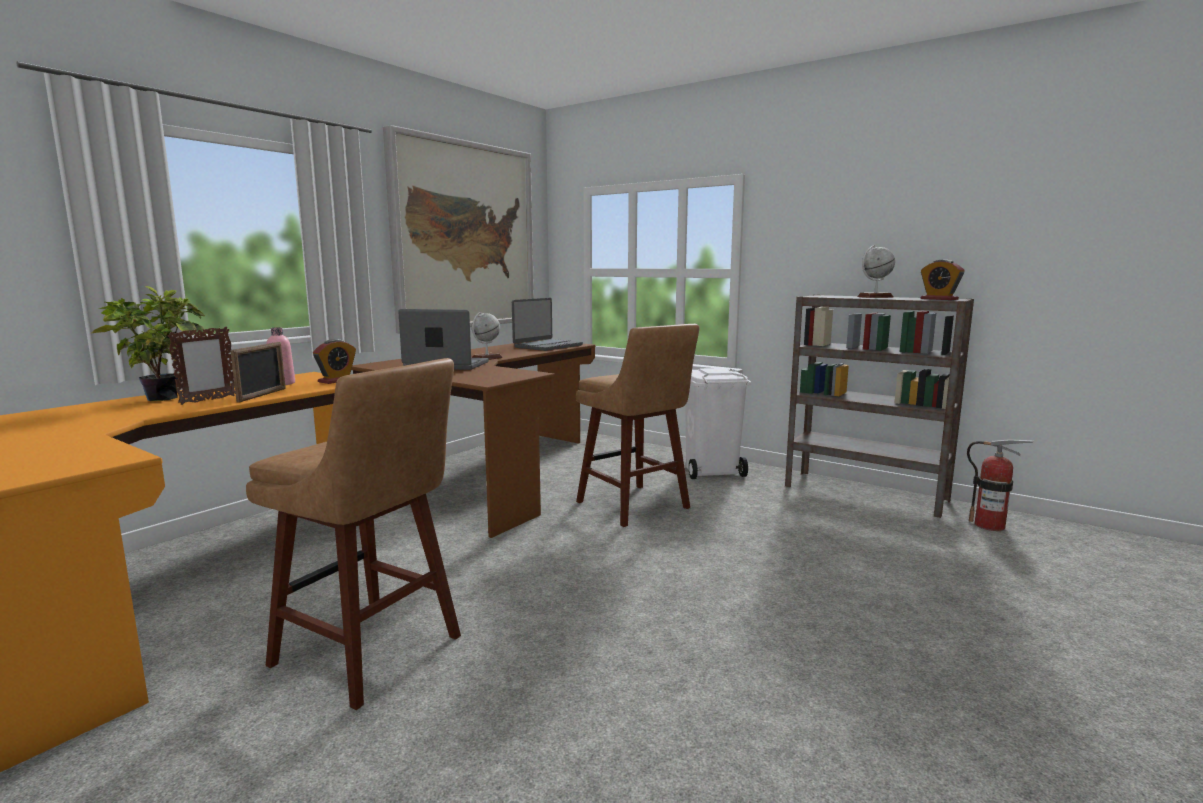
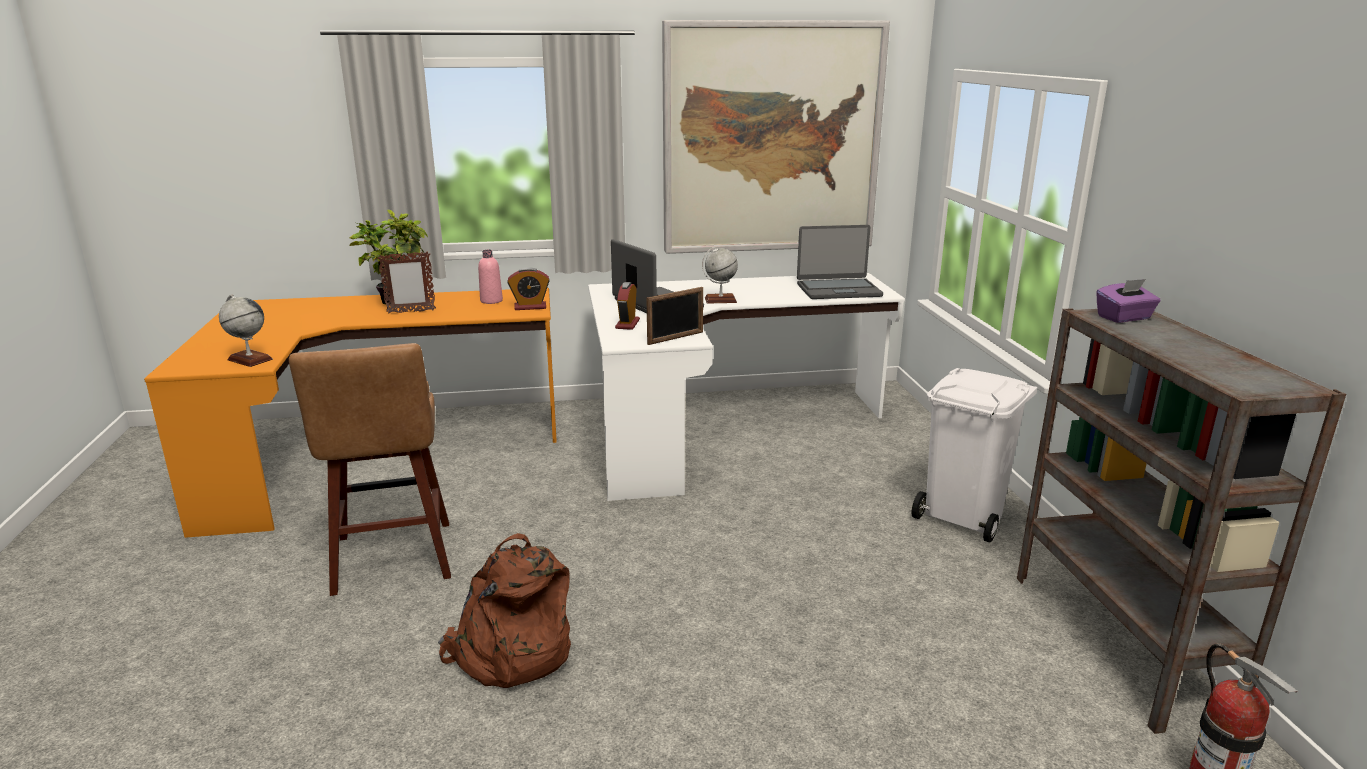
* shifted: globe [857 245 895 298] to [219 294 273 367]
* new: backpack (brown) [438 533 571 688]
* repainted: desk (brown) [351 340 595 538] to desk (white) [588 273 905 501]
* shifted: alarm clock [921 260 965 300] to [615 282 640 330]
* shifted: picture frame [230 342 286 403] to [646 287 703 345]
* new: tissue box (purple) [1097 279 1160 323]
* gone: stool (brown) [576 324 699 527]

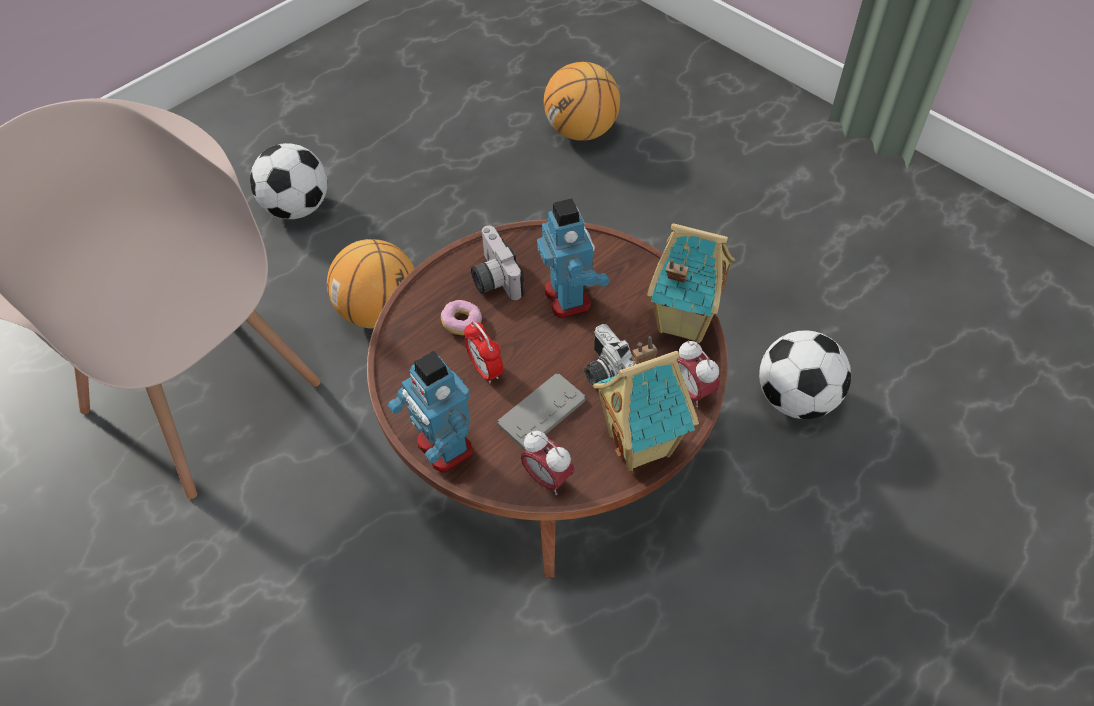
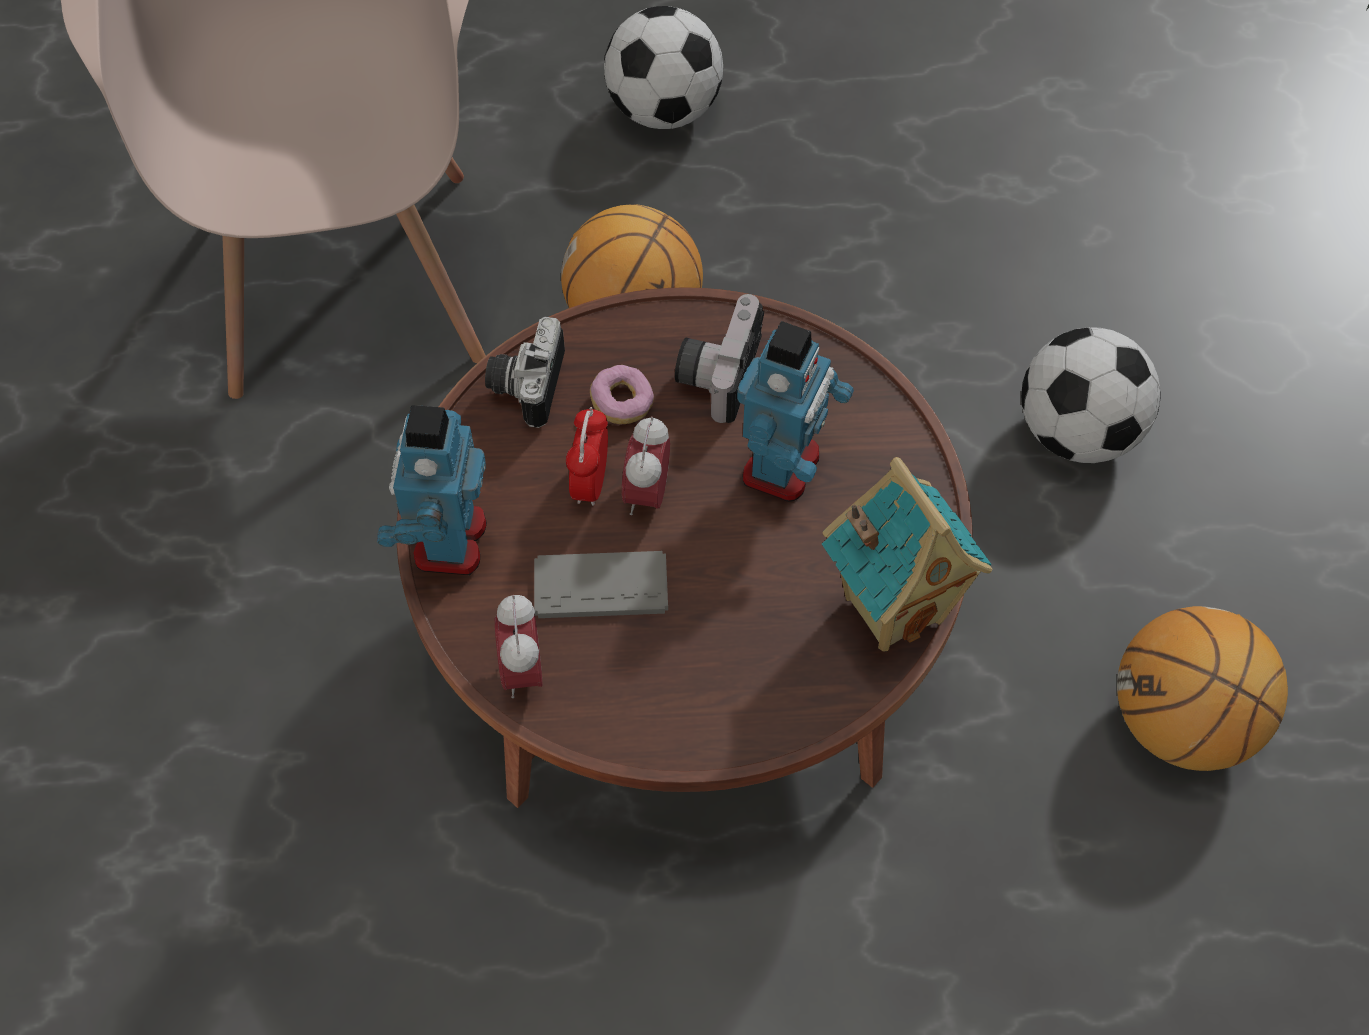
* shifted: photo camera [584 324 636 386] to [485 317 565 428]
* shifted: alarm clock [677 340 720 407] to [622 416 670 515]
* shifted: football [759 330 851 419] to [1021 327 1161 463]
* shifted: basketball [544 62 620 141] to [1117 606 1288 771]
* gone: toy house [593 336 699 471]

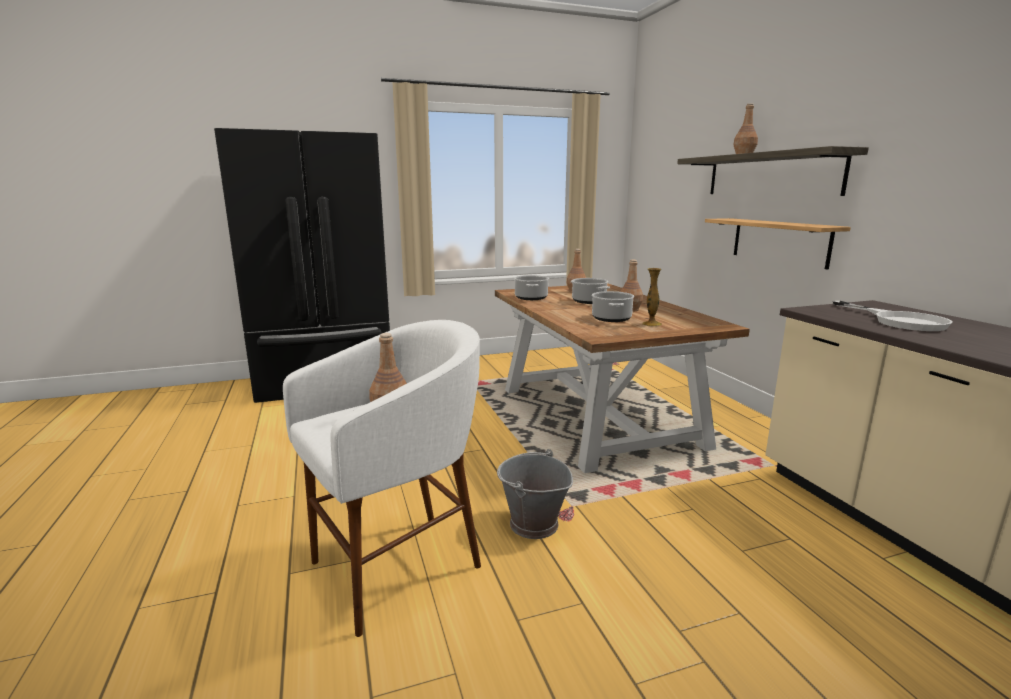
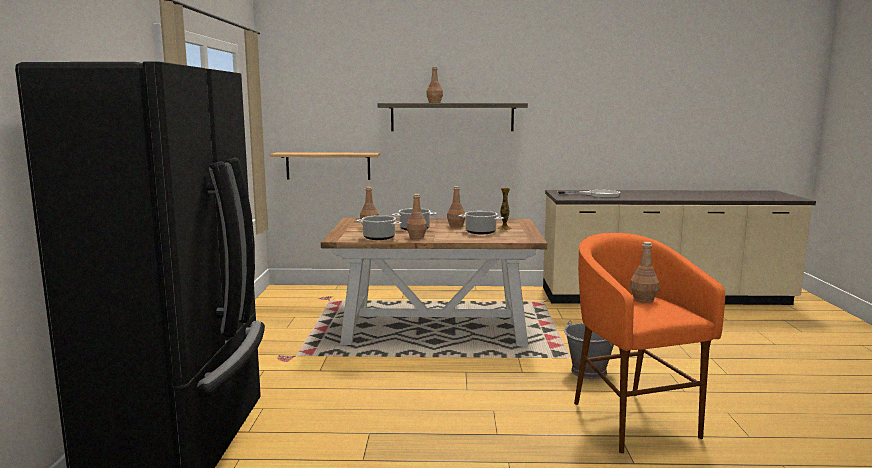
* shifted: shelf [705 218 851 269] to [270 153 380 180]
* new: bottle (brown) [407 194 427 239]
* repainted: stool (white) [283 320 481 637] to stool (orange) [574 233 725 453]

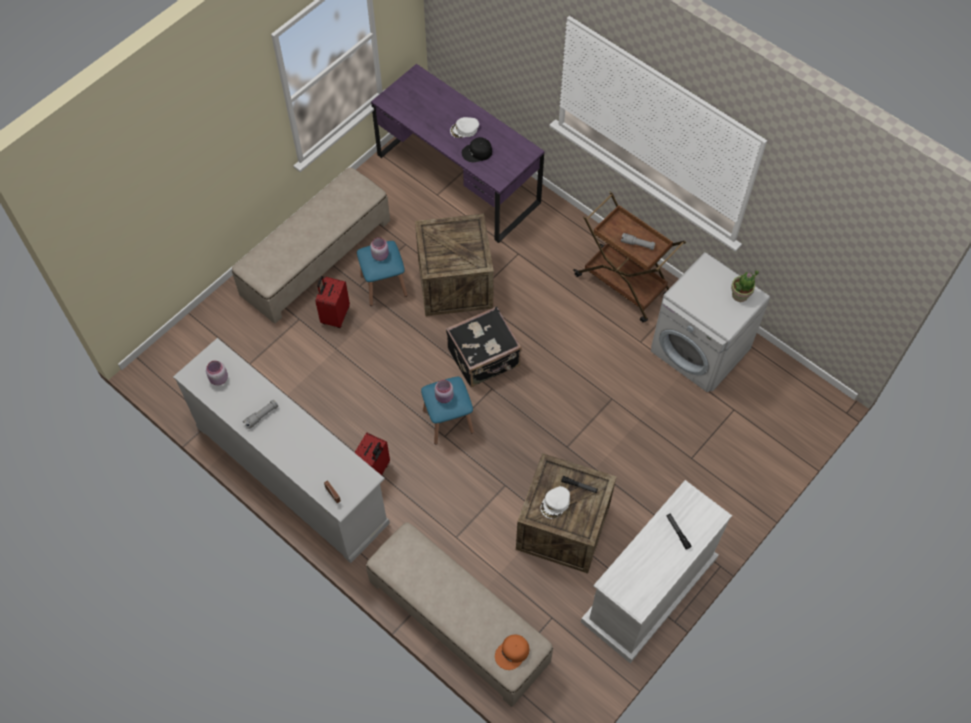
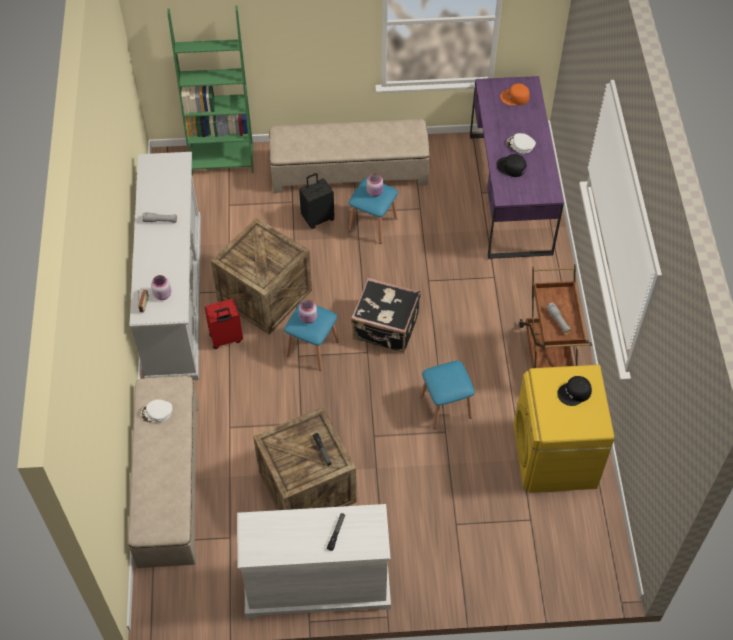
* shifted: cap (white) [540 486 570 519] to [141 399 172 423]
* shifted: jar (pink) [206 361 228 385] to [151 275 171 300]
* new: bookcase (green) [167 6 254 176]
* shifted: crate [415 214 494 316] to [211 217 312 335]
* repainted: suitcase (red) [315 276 350 328] to suitcase (black) [299 173 334 229]
* new: stool (blue) [420 361 475 429]
* shifted: cap (orange) [495 634 529 670] to [500 83 530 105]
* repainted: washing machine (white) [651 252 770 392] to washing machine (yellow) [514 365 614 493]
* new: cap (black) [557 376 592 406]
* gone: potted plant [731 270 759 302]

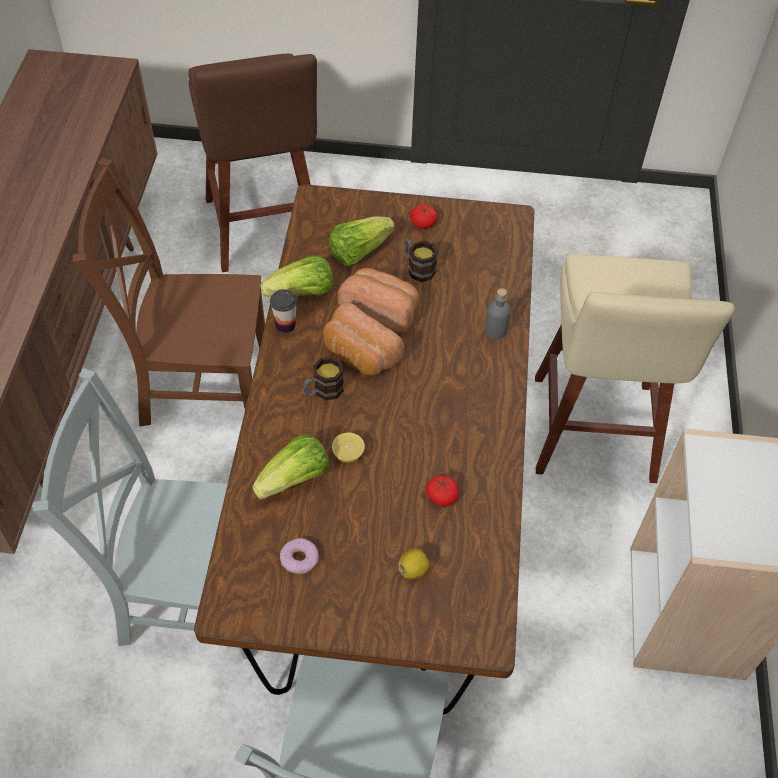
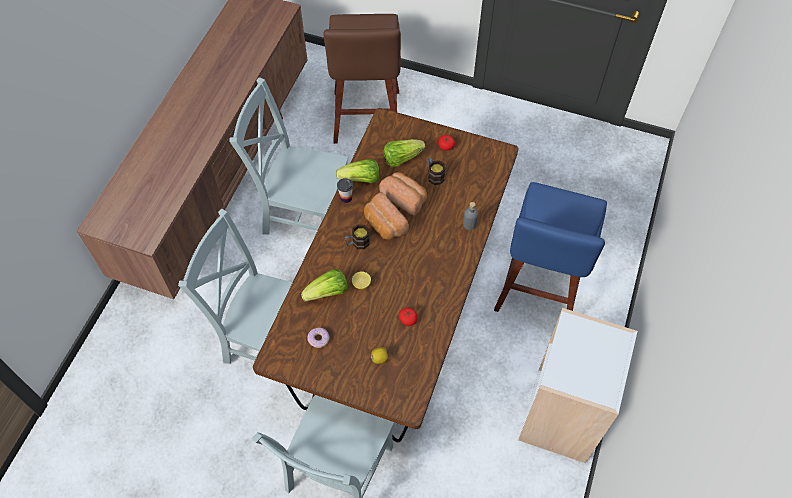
* repainted: chair (brown) [73 158 265 427] to chair (grey) [229 77 348 235]
* repainted: stool (beige) [535 254 735 483] to stool (blue) [494 182 607 312]

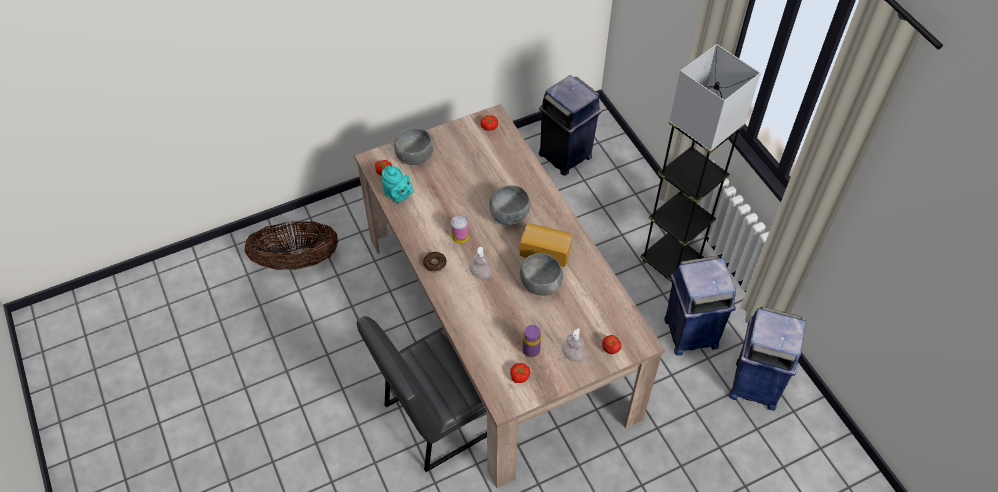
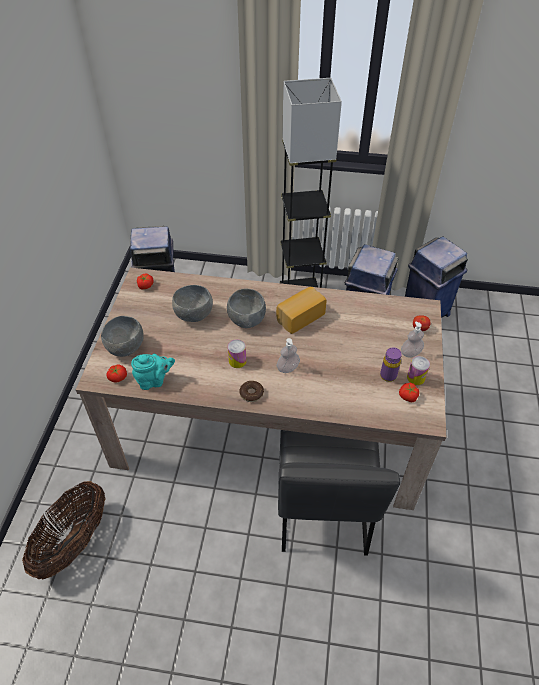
* shifted: bowl (grey) [520 253 563 296] to [172 285 213 322]
* new: can [407 356 430 385]

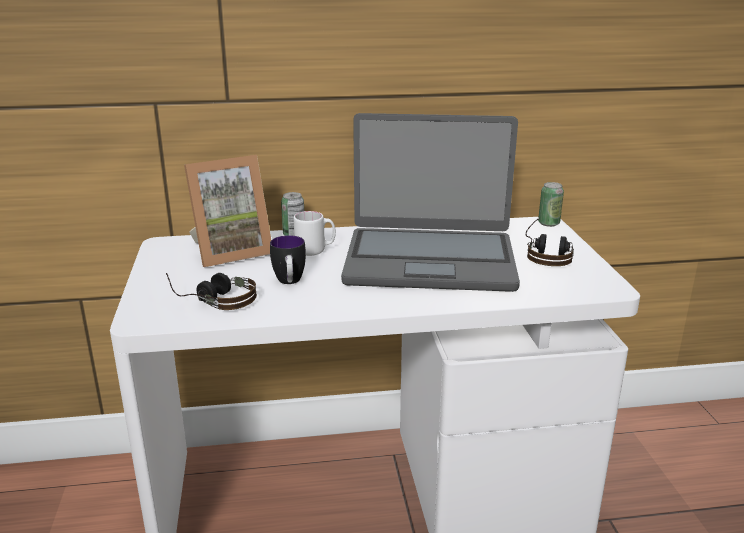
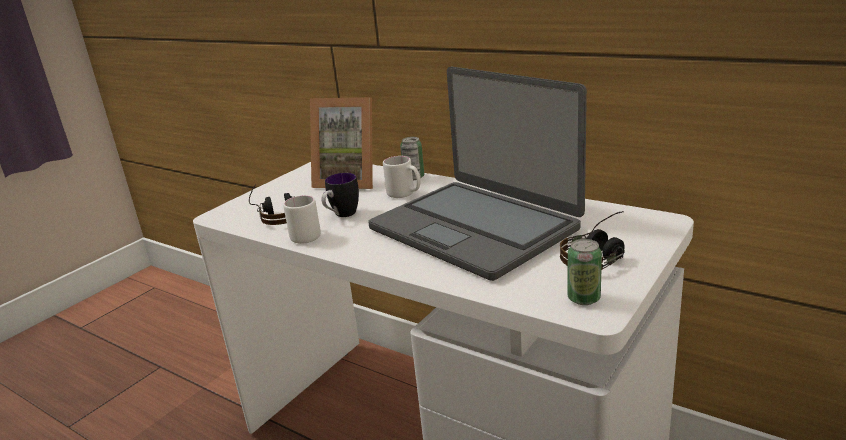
* new: mug (white) [283 195 321 244]
* shifted: can [538 182 564 227] to [568 239 602 305]

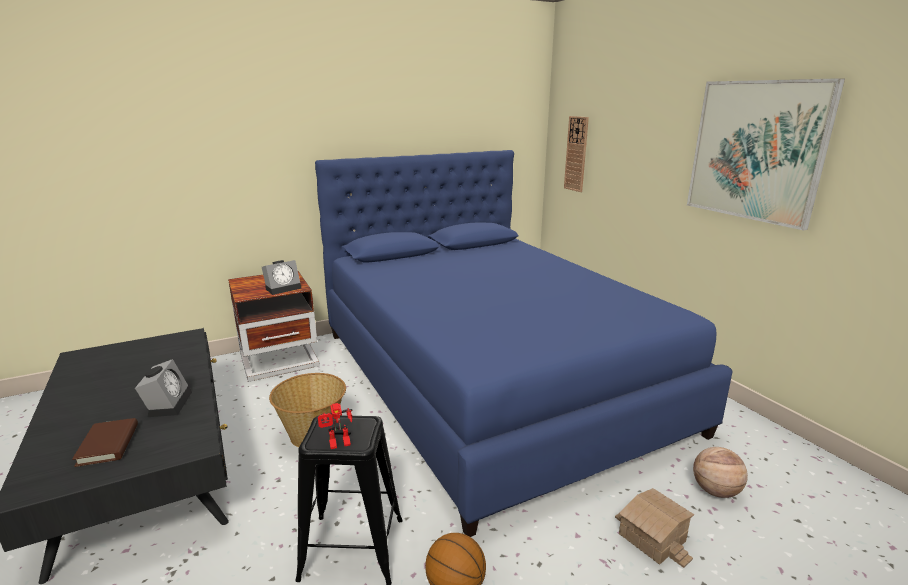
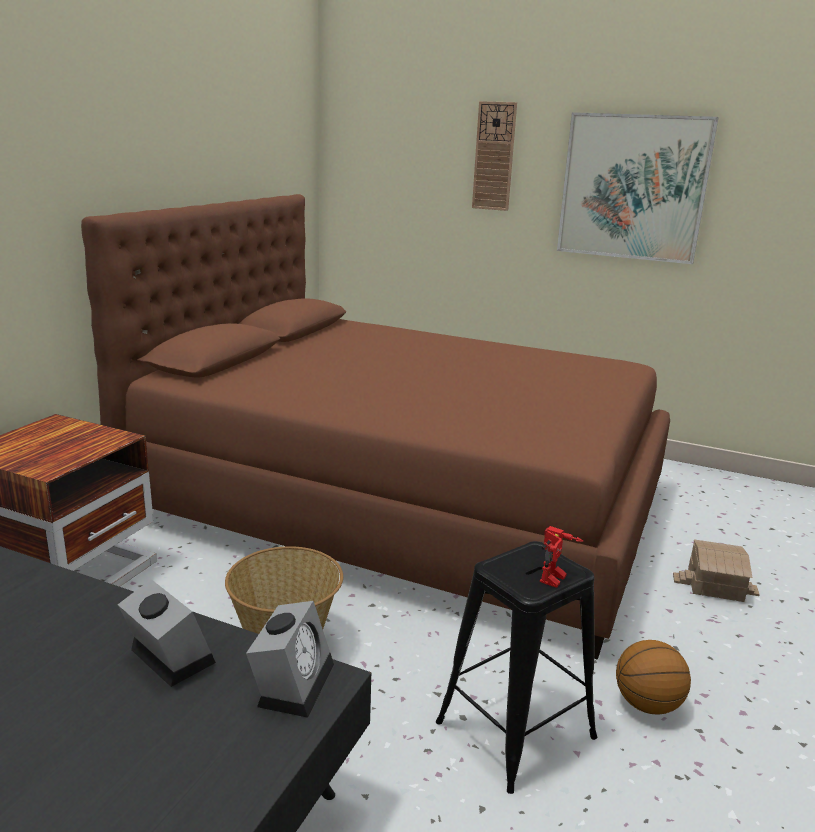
* repainted: bed (blue) [315 150 733 537] to bed (brown) [81 194 670 660]
* shifted: alarm clock [262 260 302 295] to [246 601 334 718]
* shifted: wall clock [564 116 589 192] to [472 101 517 211]
* gone: book (brown) [72 418 138 467]
* gone: basketball [693 447 748 498]

